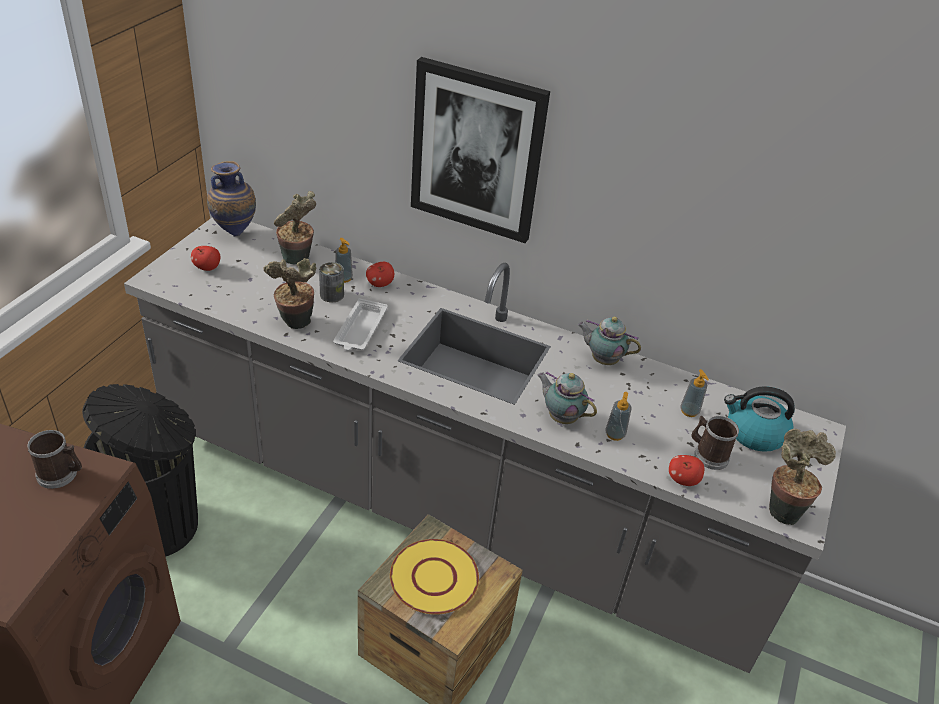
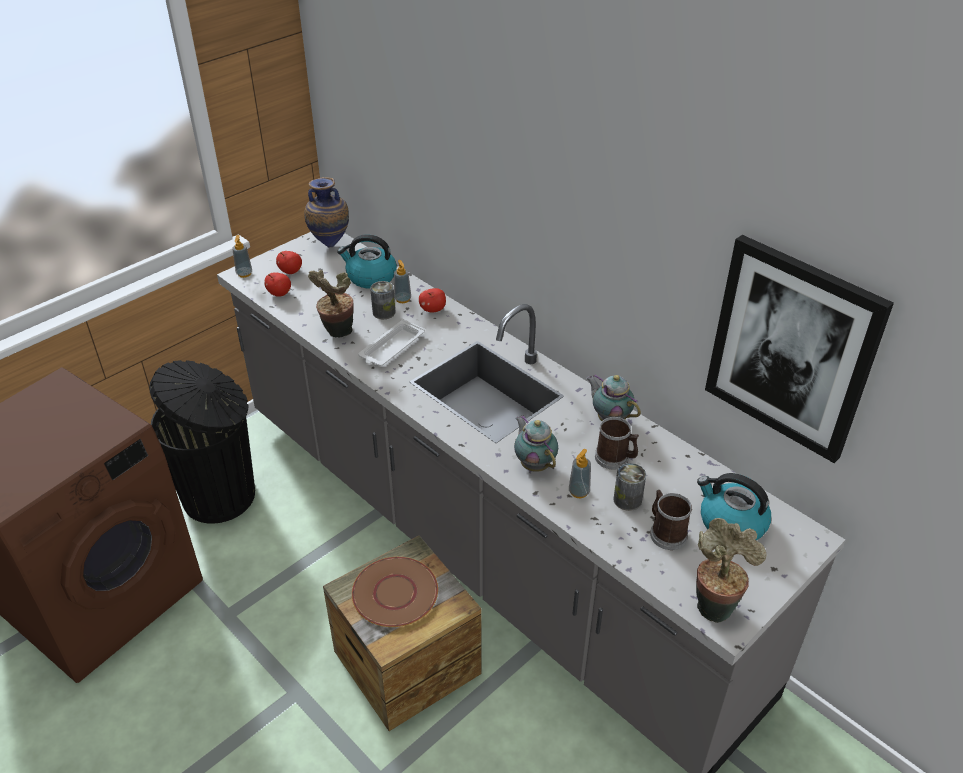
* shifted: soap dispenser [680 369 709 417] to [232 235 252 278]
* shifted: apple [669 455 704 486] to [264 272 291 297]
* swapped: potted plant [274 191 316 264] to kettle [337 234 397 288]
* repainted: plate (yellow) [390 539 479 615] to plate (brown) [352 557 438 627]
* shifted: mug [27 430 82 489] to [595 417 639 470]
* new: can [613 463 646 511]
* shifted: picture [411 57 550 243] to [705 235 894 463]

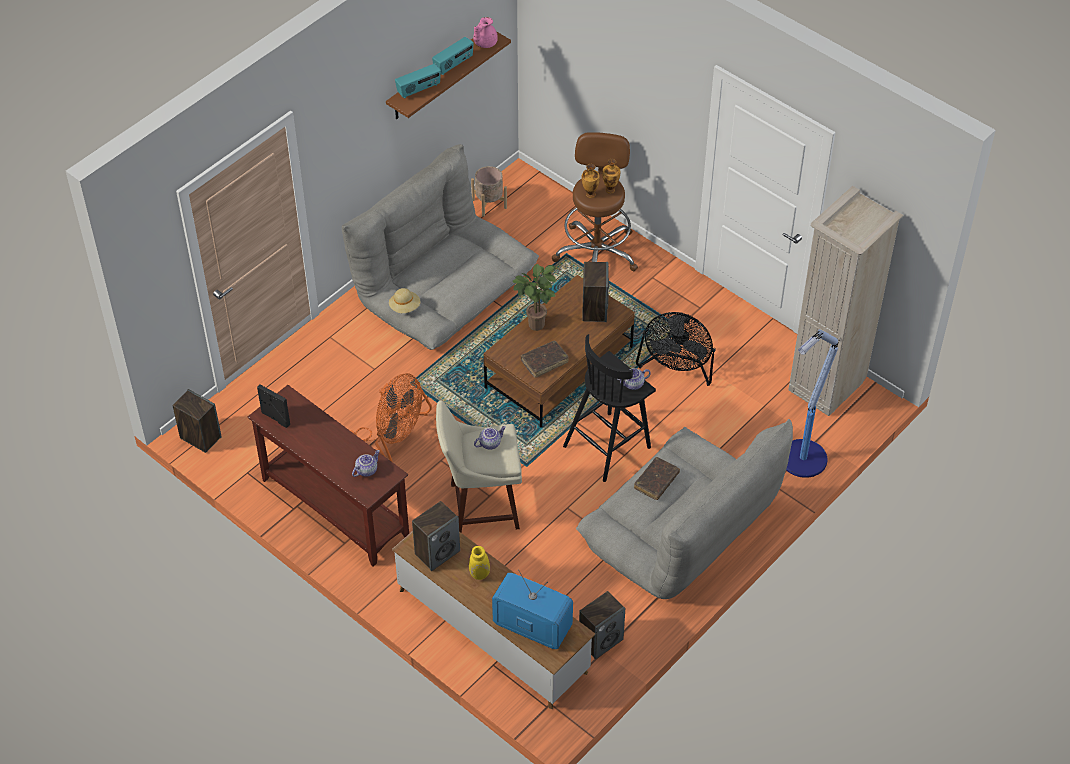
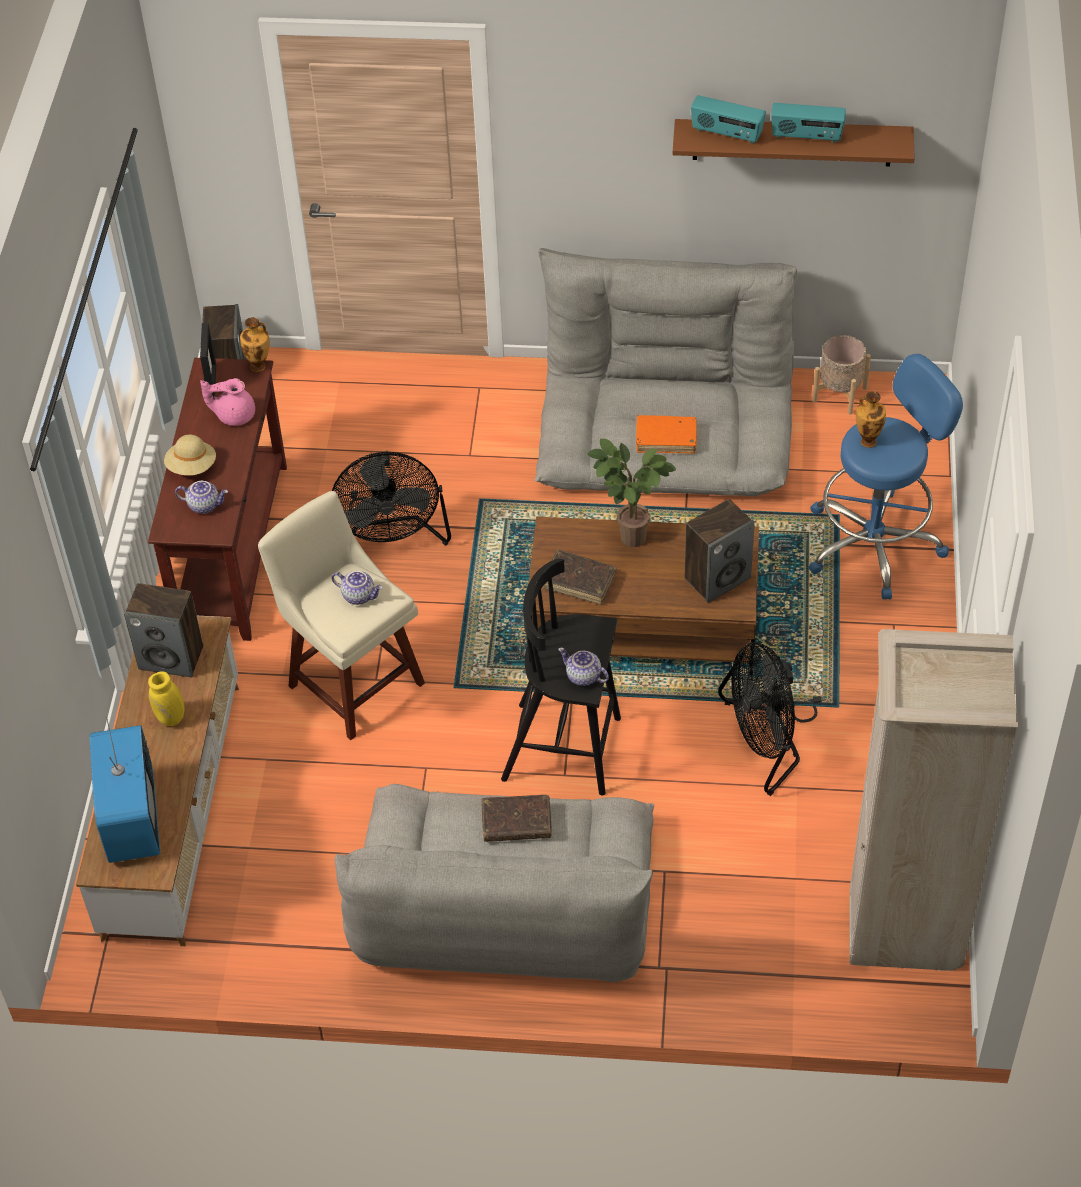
* shifted: hat (beige) [389 288 420 313] to [164 435 216 475]
* shifted: teapot (pink) [473 17 498 48] to [200 378 255 426]
* shifted: vase [602 159 620 194] to [240 317 269 372]
* repainted: fan (orange) [350 373 432 462] to fan (black) [332 451 451 546]
* new: book (orange) [636 415 697 453]
* repainted: stool (brown) [552 132 638 271] to stool (blue) [808 354 963 599]
* gone: speaker [579 591 625 659]
* gone: floor lamp [786 329 838 478]

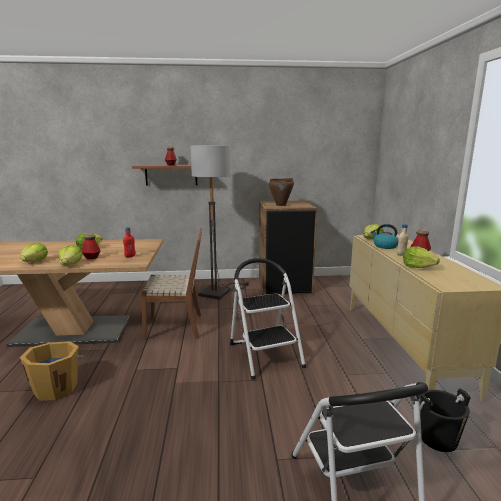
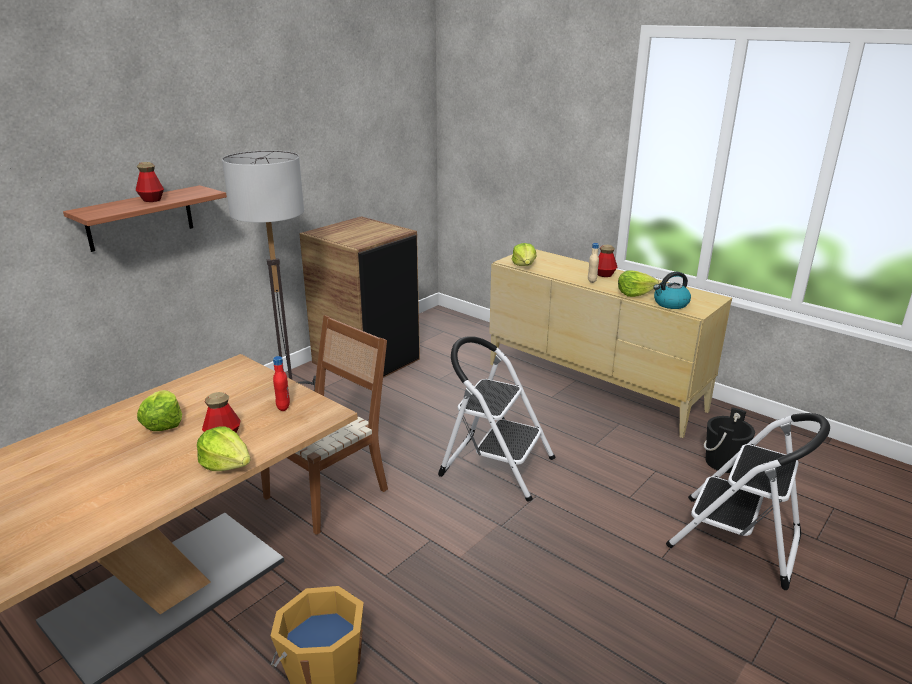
* shifted: kettle [371 224 398 249] to [653 272 691 309]
* gone: lettuce [21 243 48 262]
* gone: cooking pot (brown) [269 178 294 206]

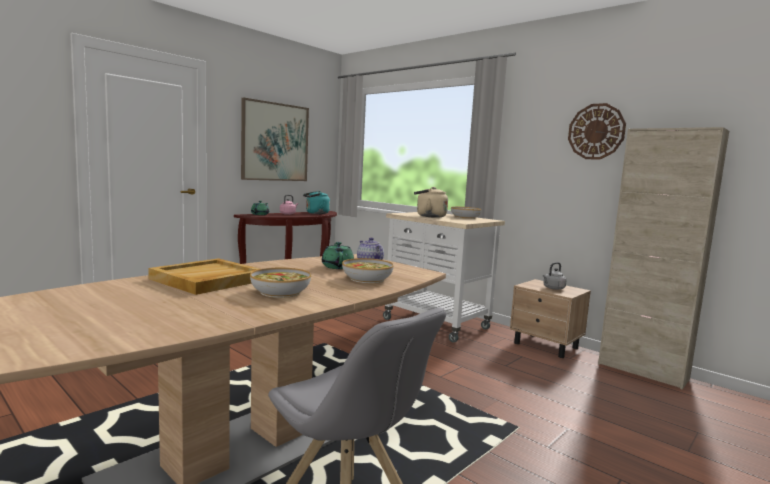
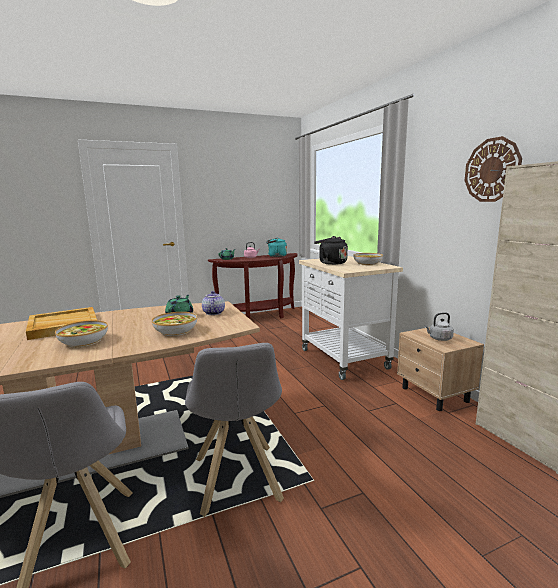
* new: chair (grey) [185 343 284 517]
* repainted: kettle (beige) [414 187 448 218] to kettle (black) [314 236 348 265]
* gone: picture [241 98 309 181]

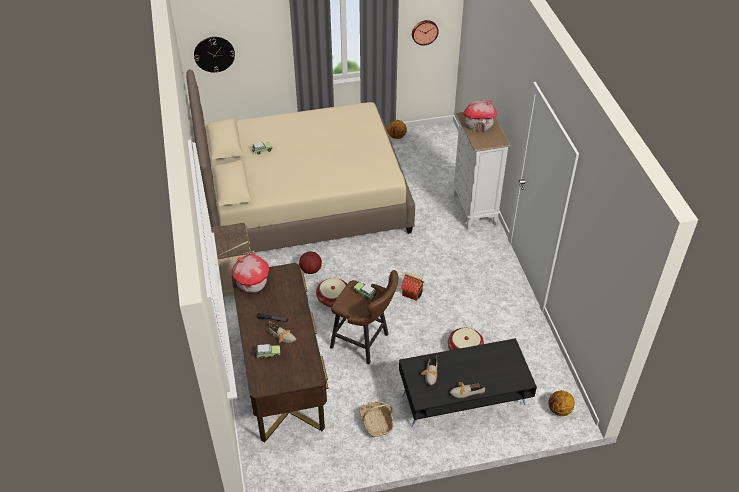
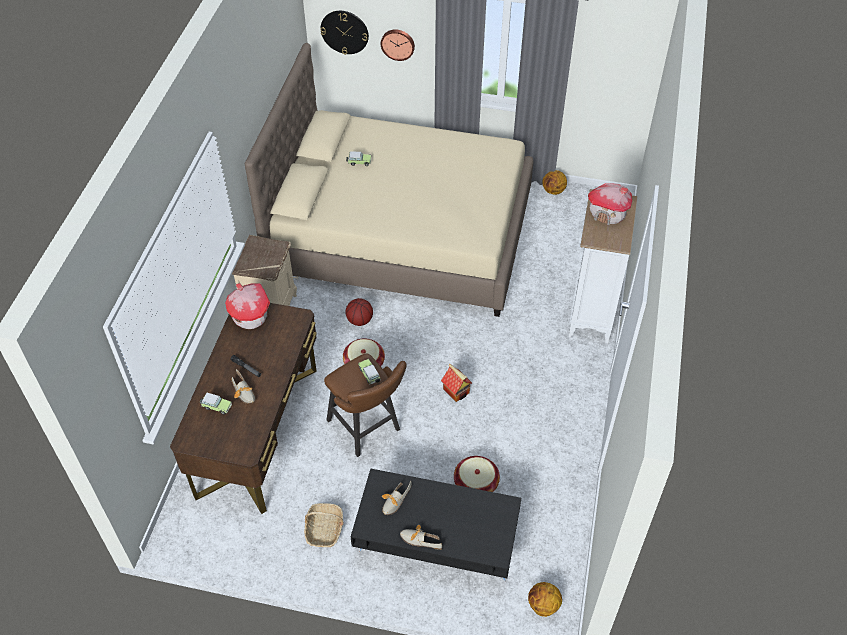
* shifted: wall clock [412 20 439 46] to [381 29 415 61]

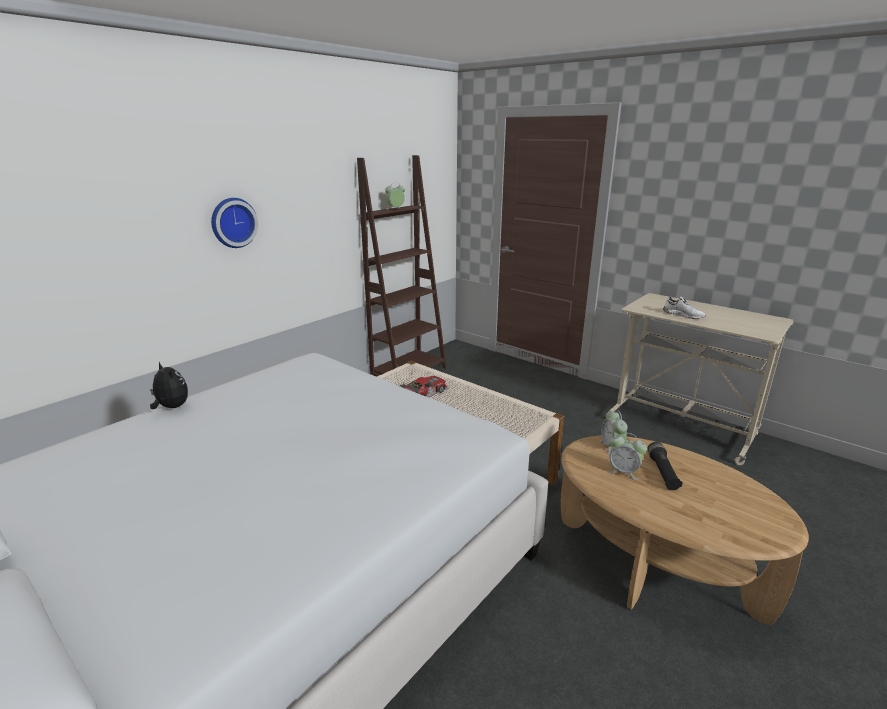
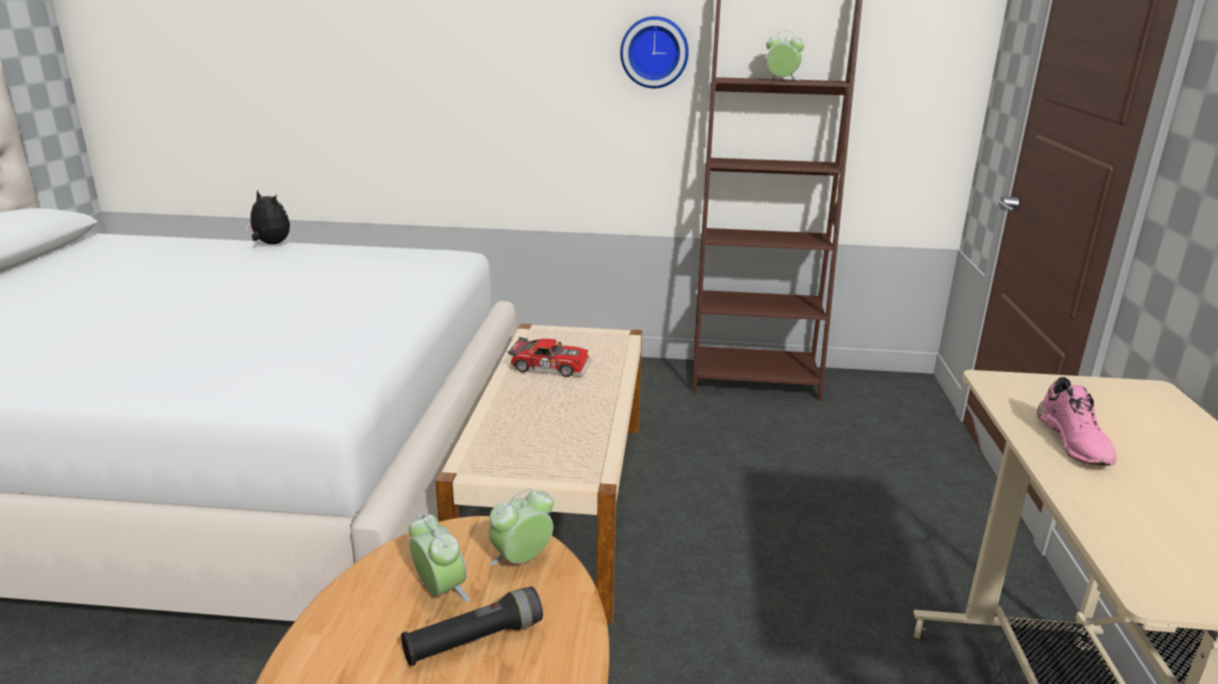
* rotated: plush toy [150 361 188 409] = [245 190 290 244] 60 degrees counterclockwise
* rotated: alarm clock [607 433 647 480] = [409 514 470 602] 150 degrees clockwise
* shifted: wall clock [211 198 258 248] to [620 16 689 88]
* repainted: shoe (white) [663 297 706 319] to shoe (pink) [1037 377 1117 466]

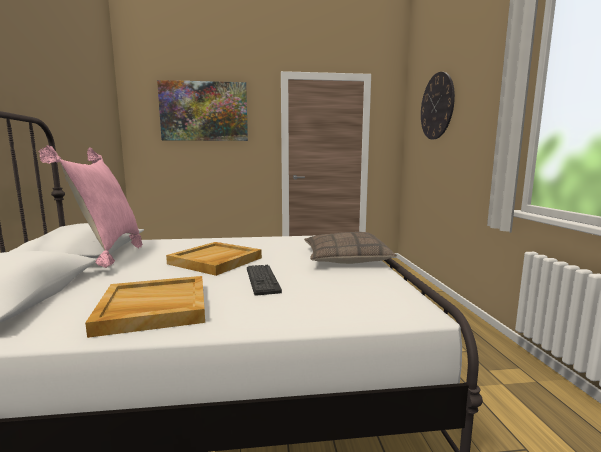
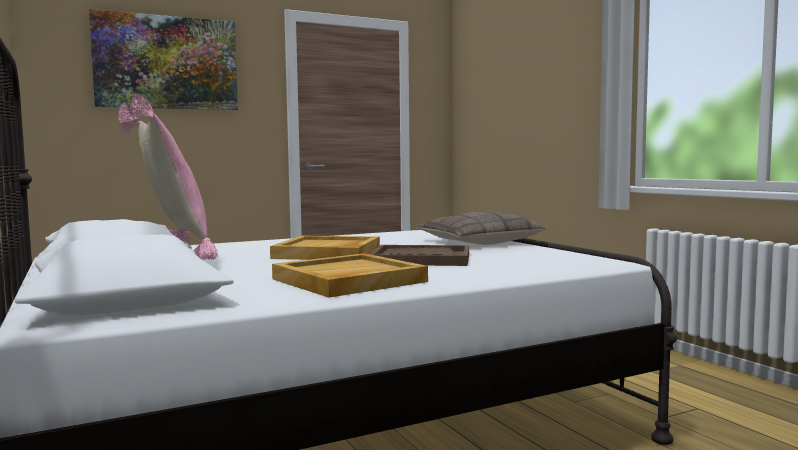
* swapped: keyboard [247 265 282 296] to tray (brown) [370 245 469 266]
* gone: wall clock [421 72 455 139]

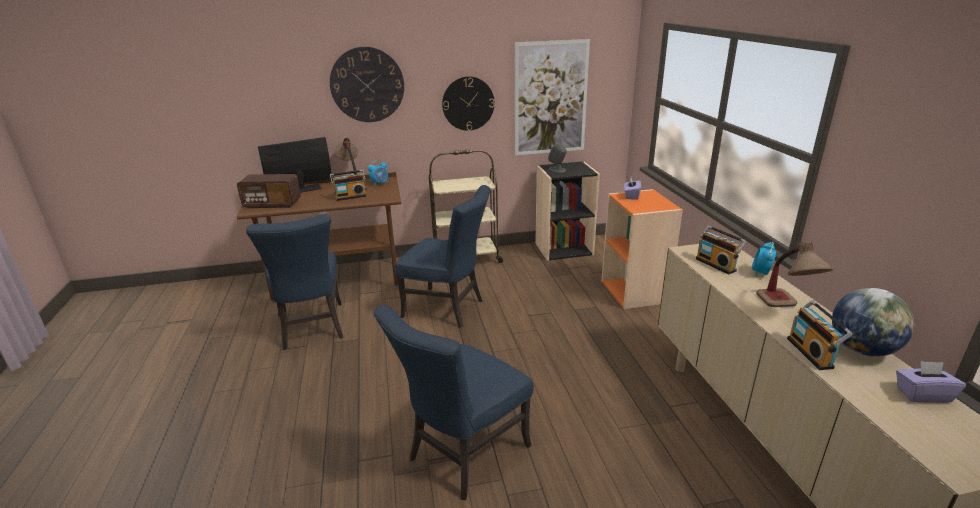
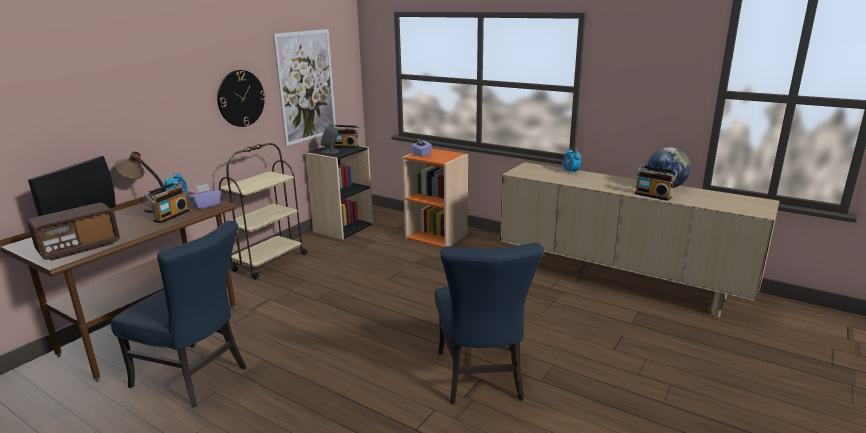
* shifted: tissue box (purple) [896 361 966 403] to [189 184 221 209]
* shifted: radio [696 226 747 275] to [333 125 360 148]
* gone: wall clock [330 47 404 122]
* gone: chair (blue) [395 185 490 328]
* gone: table lamp [756 241 833 307]

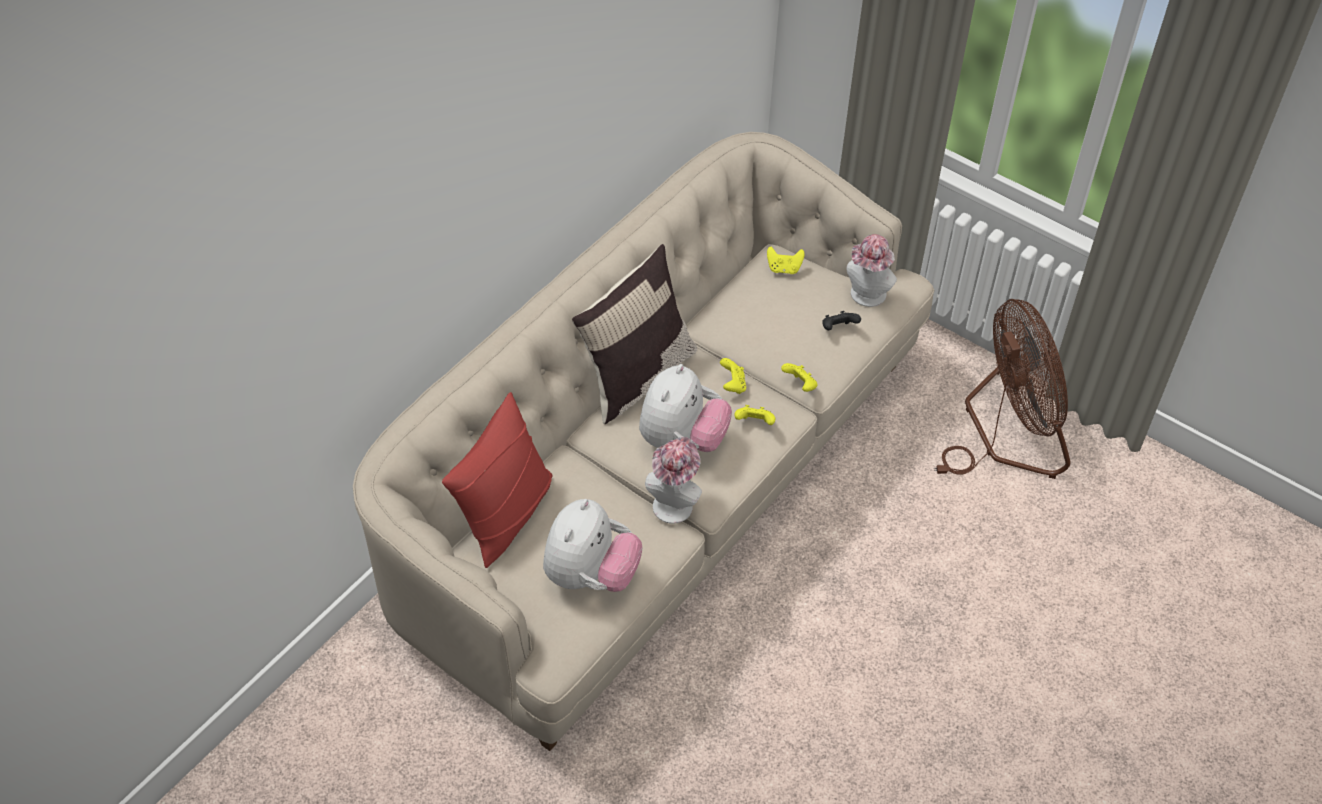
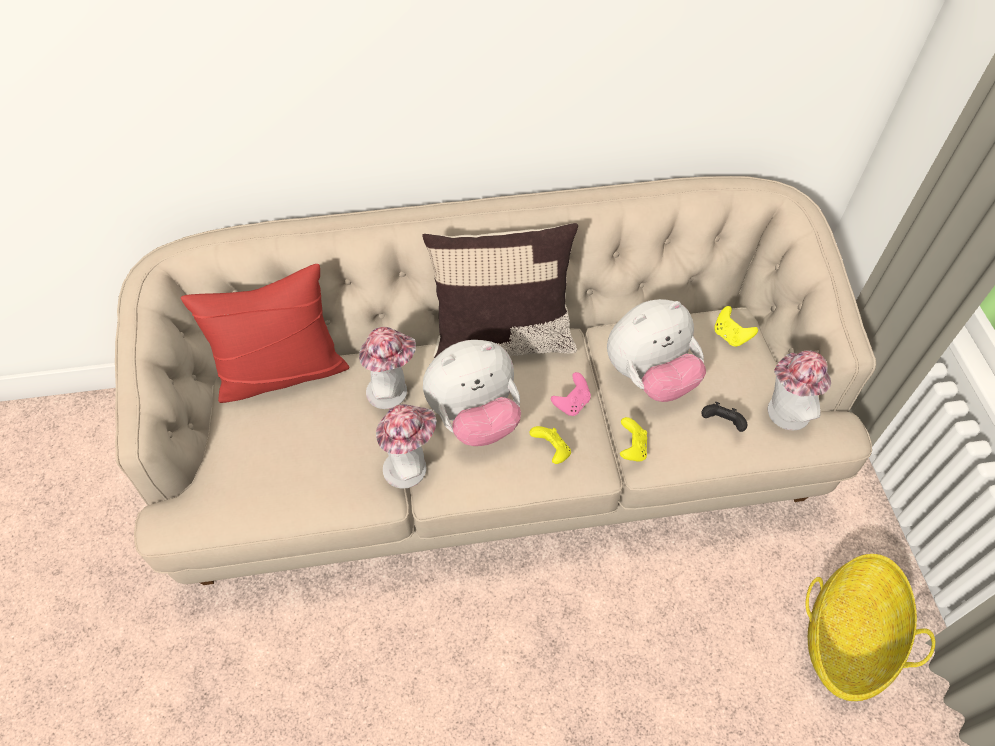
* new: hat [359 327 416 409]
* repainted: game controller (yellow) [720 358 746 394] to game controller (pink) [551 372 591 416]
* shifted: plush toy [543 499 642 592] to [607 299 706 402]
* swapped: fan (brown) [934 299 1071 479] to basket [806 554 935 701]

